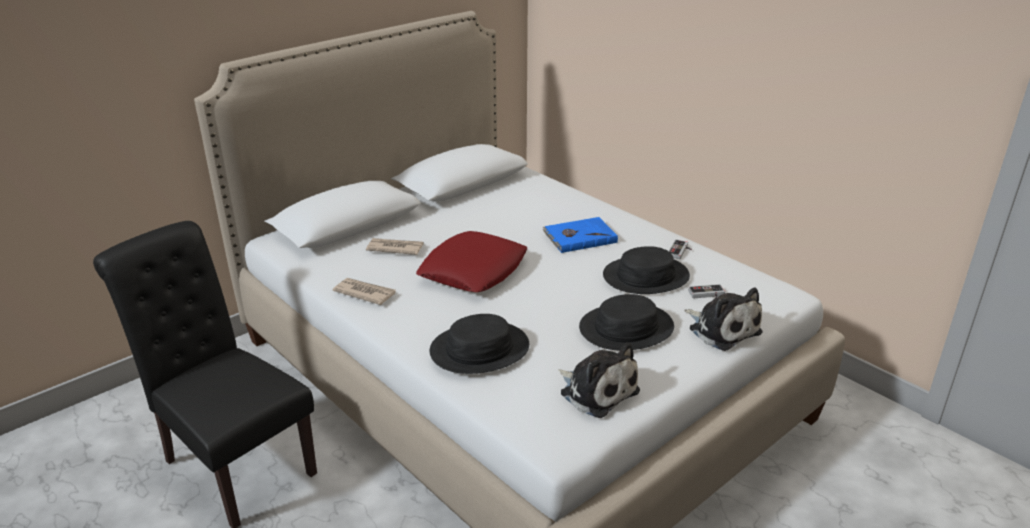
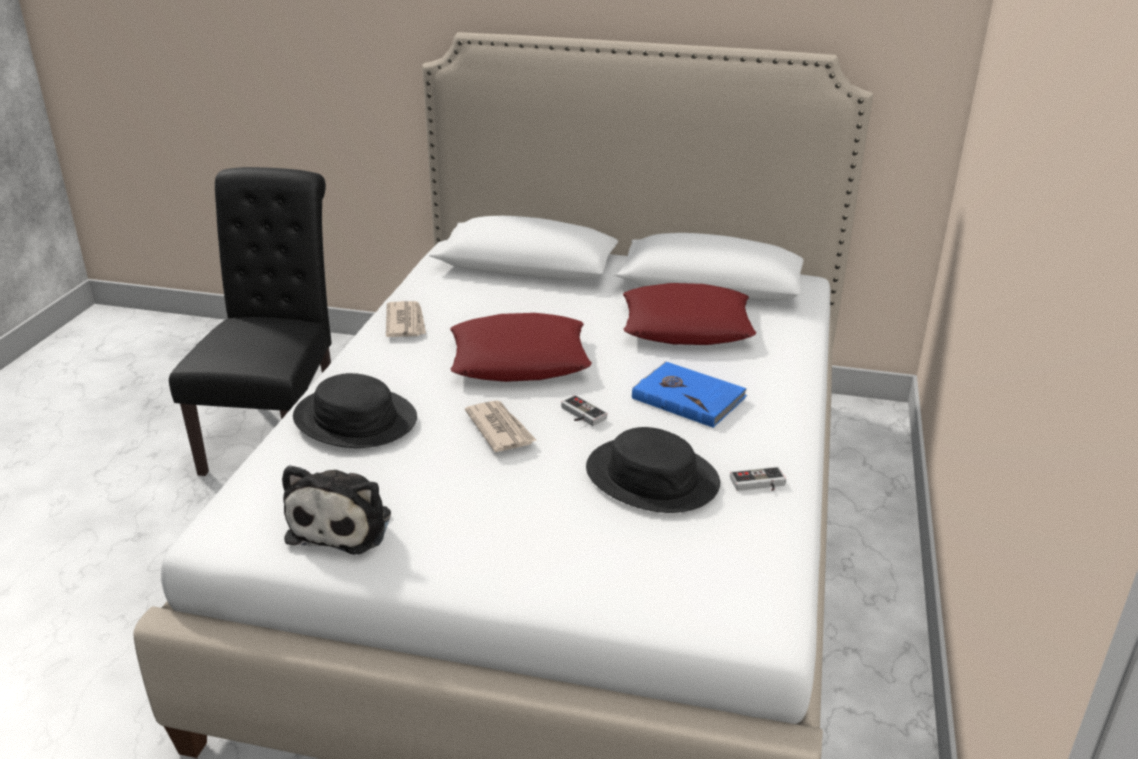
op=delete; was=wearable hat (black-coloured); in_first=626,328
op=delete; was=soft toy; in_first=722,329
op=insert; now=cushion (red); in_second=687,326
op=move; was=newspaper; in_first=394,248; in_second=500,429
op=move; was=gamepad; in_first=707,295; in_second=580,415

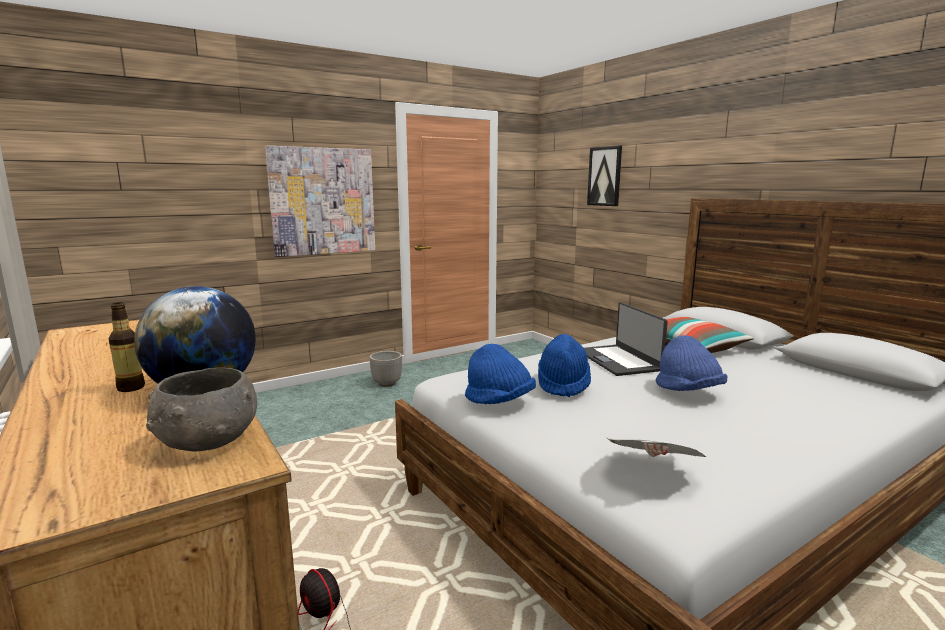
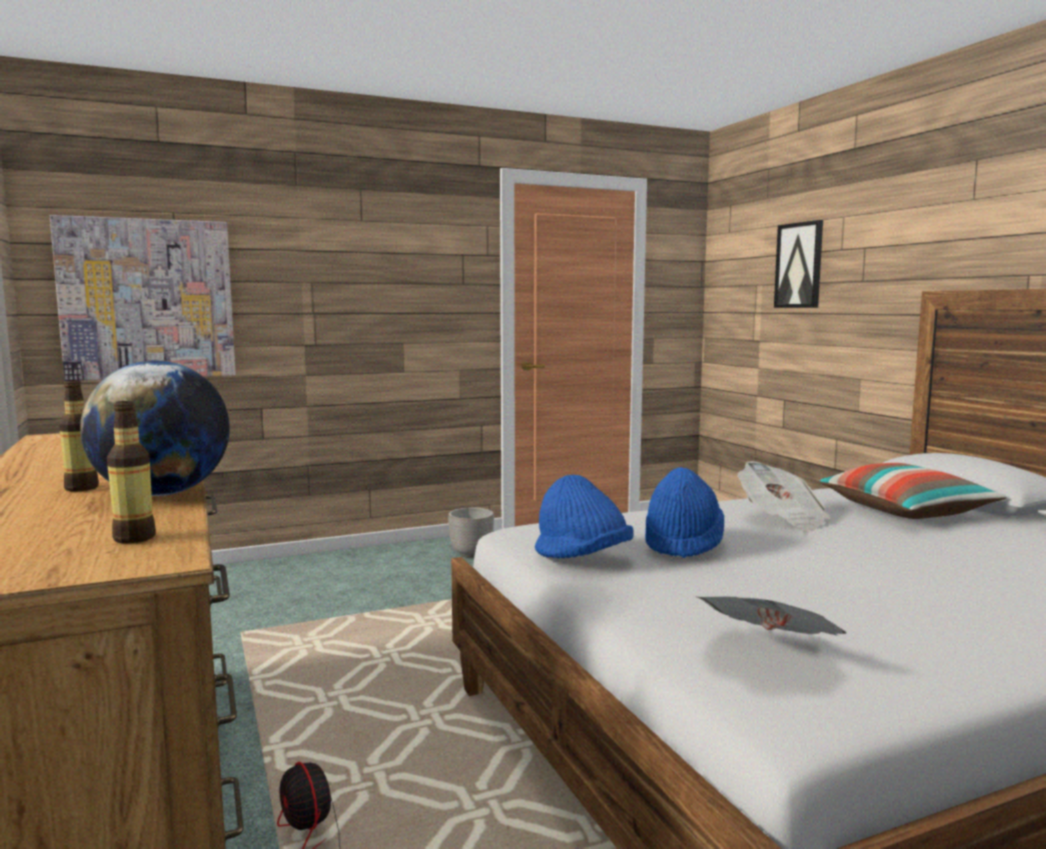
op=delete; was=wearable hat (blue-coloured); in_first=688,391
op=move; was=wall art; in_first=322,201; in_second=148,299
op=replace; was=bowl (grey); now=beverage bottle; in_first=207,441; in_second=134,538
op=replace; was=portable computer; now=newspaper; in_first=618,360; in_second=782,519

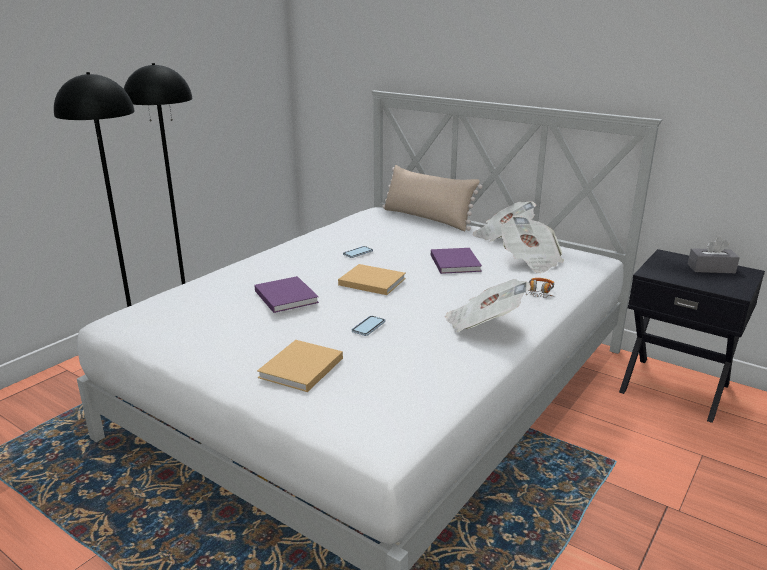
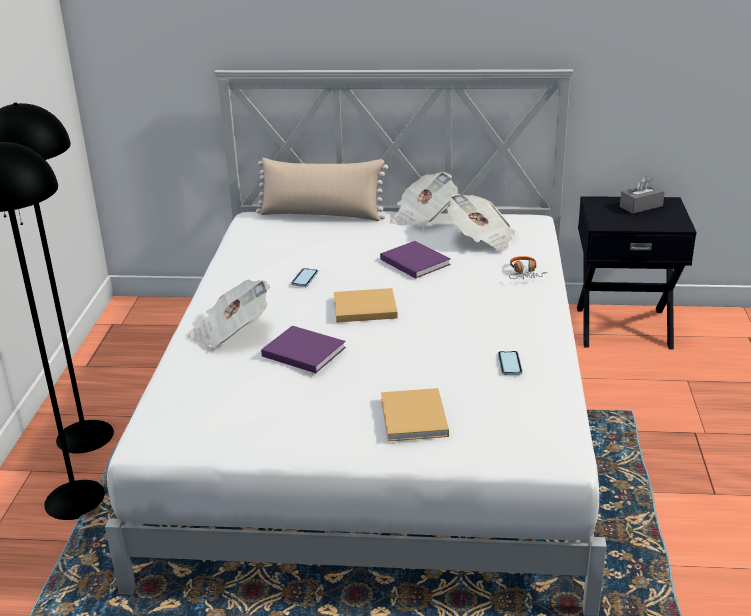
op=move; was=phone; in_first=368,327; in_second=509,364
op=move; was=newspaper; in_first=483,324; in_second=231,333

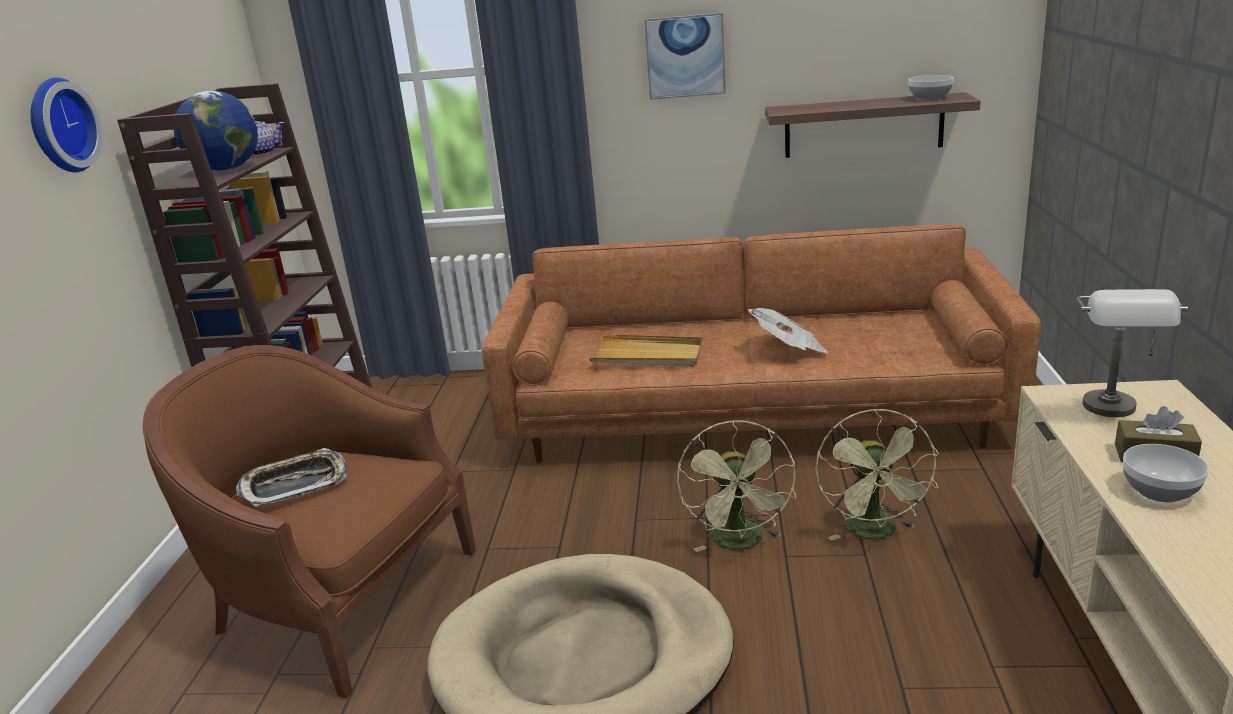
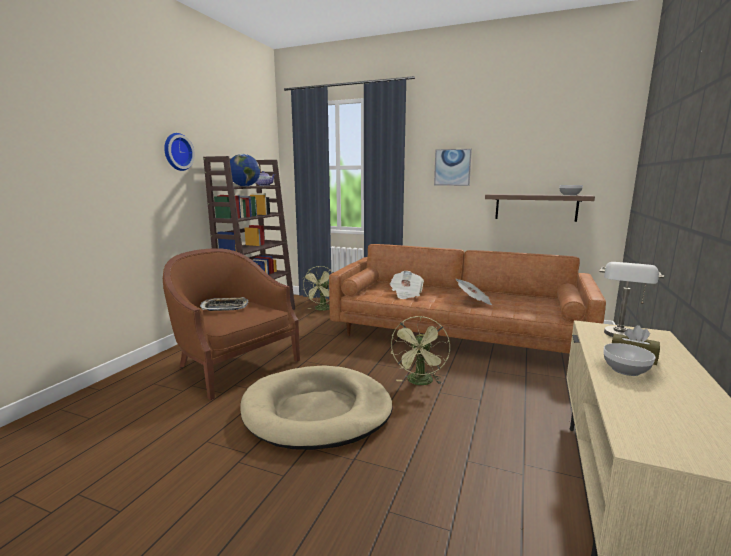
op=move; was=electric fan (greenish); in_first=875,533; in_second=322,309
op=replace; was=tray (beige); now=newspaper; in_first=648,355; in_second=406,294

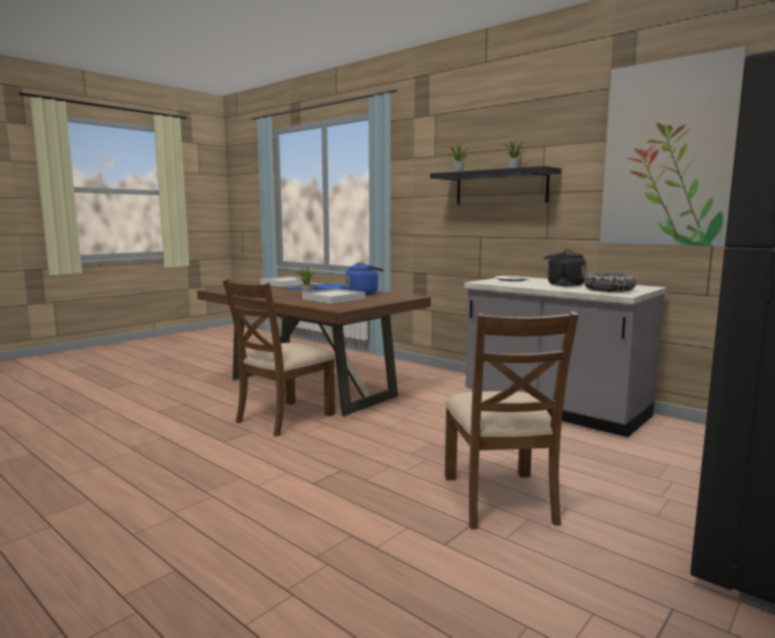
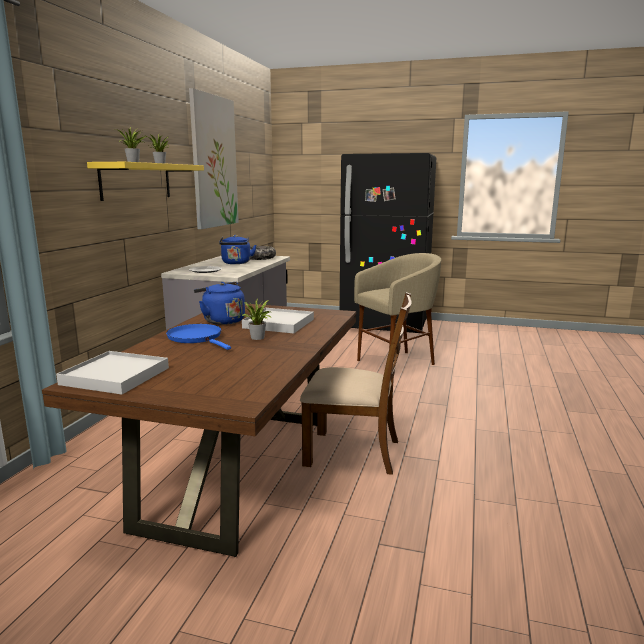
op=replace; was=plain chair (brownish); now=stool (beige); in_first=500,499; in_second=397,363
op=recolor; was=wall shelf (black-coloured); now=wall shelf (yellow); in_first=500,187; in_second=136,181
op=recolor; was=tea kettle (black-coloured); now=tea kettle (blue-coloured); in_first=562,285; in_second=236,263

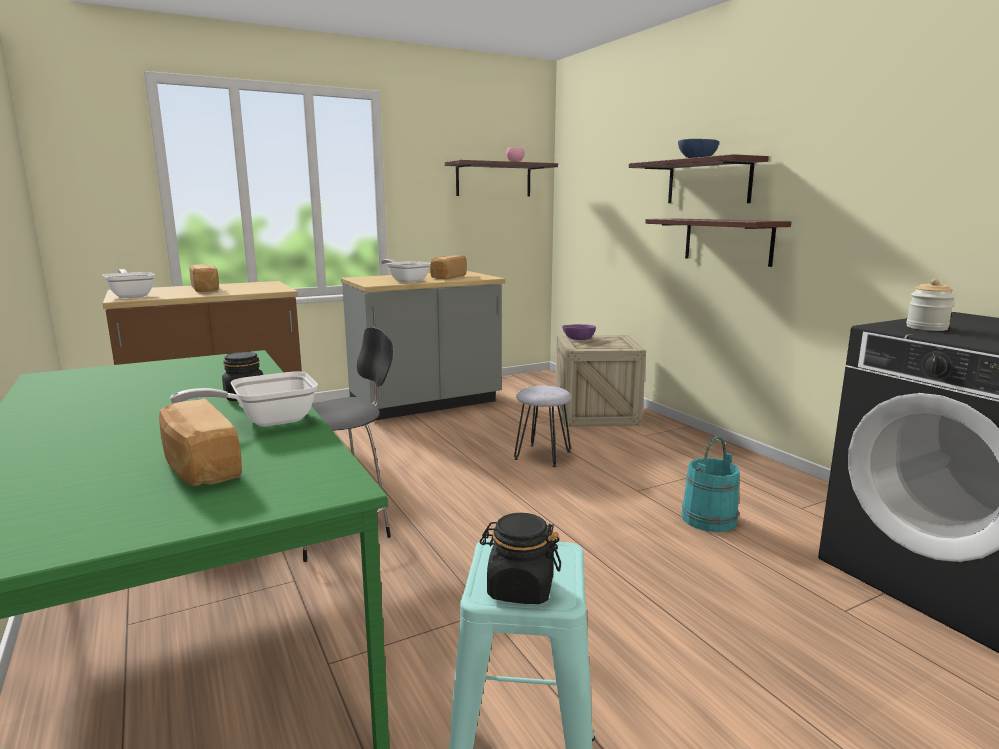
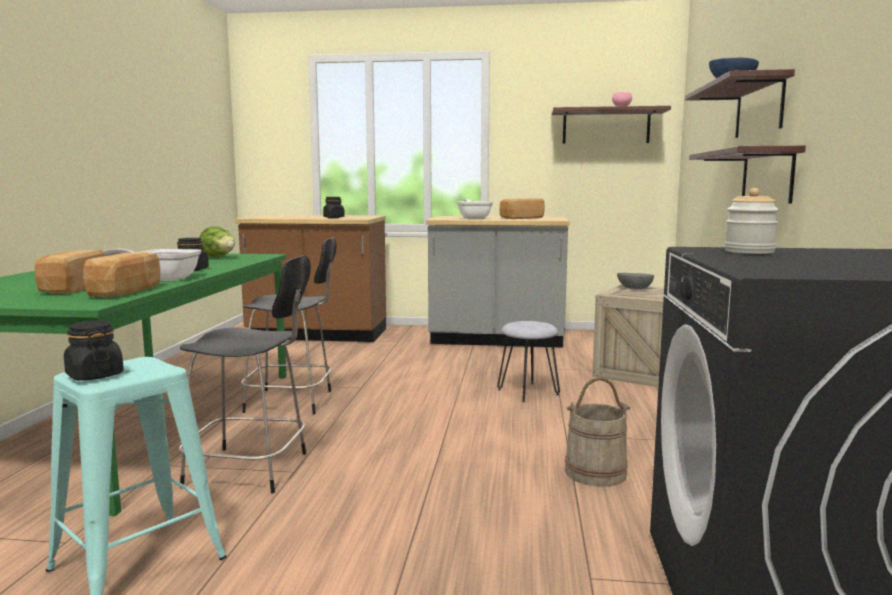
op=delete; was=pan; in_first=131,296
op=insert; now=plain chair (black-coloured); in_second=251,470
op=insert; now=lettuce head; in_second=219,257
op=insert; now=storage jar (black-coloured); in_second=334,218
op=move; was=bread; in_first=206,289; in_second=128,291
op=recolor; was=bowl (purple-coloured); now=bowl (grey); in_first=579,339; in_second=635,288
op=recolor; was=bucket (turquoise-coloured); now=bucket (beige); in_first=709,519; in_second=595,473

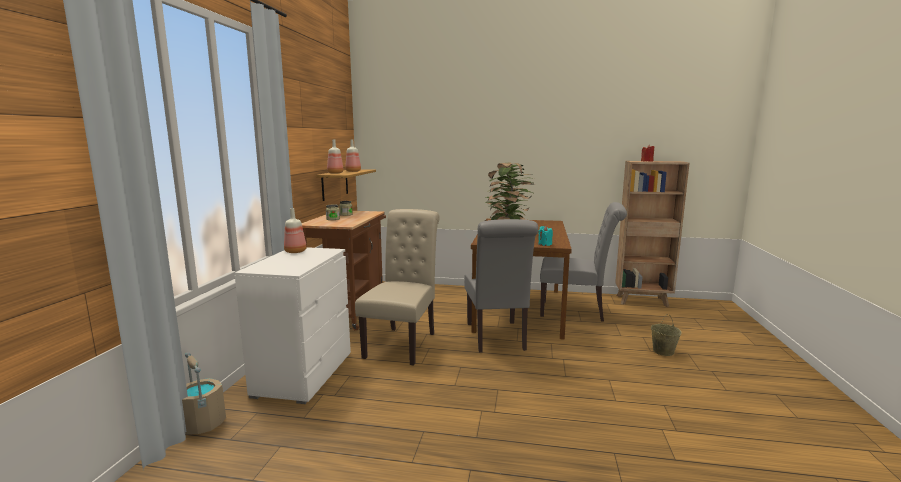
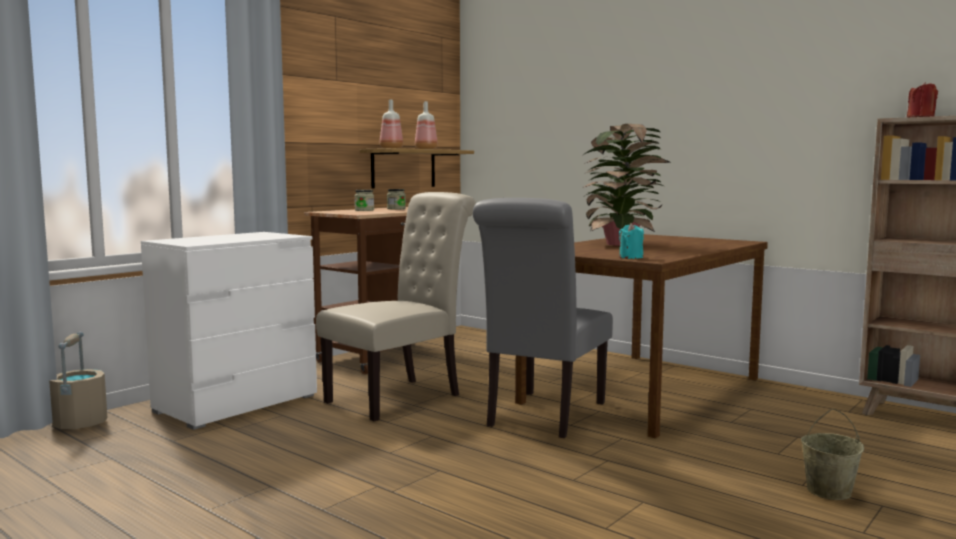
op=delete; was=beverage bottle; in_first=296,251
op=delete; was=plain chair (grey); in_first=576,311

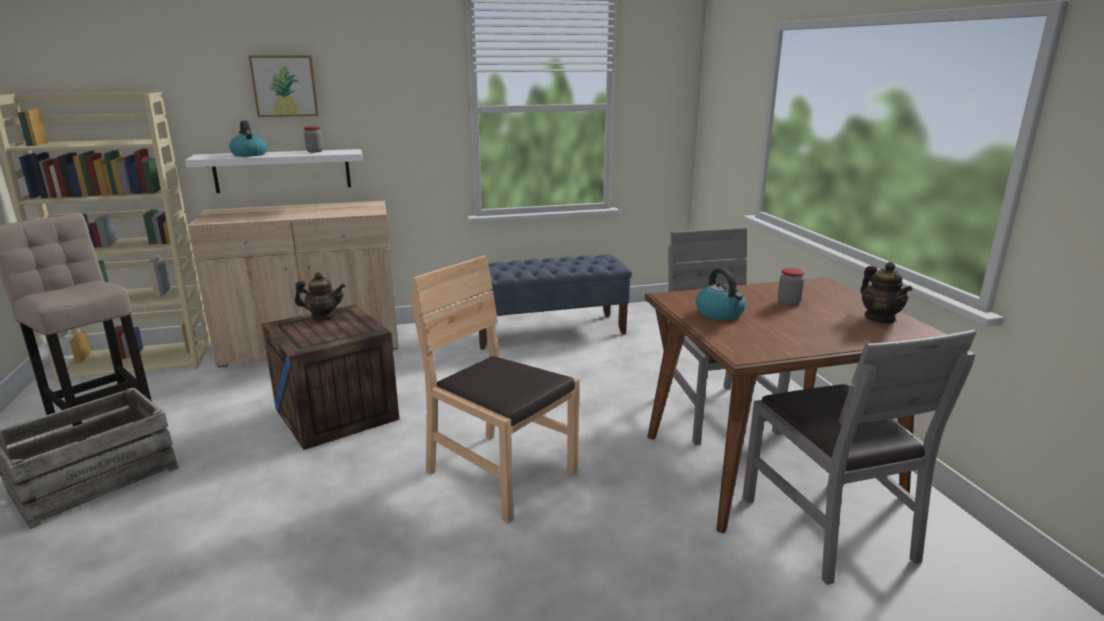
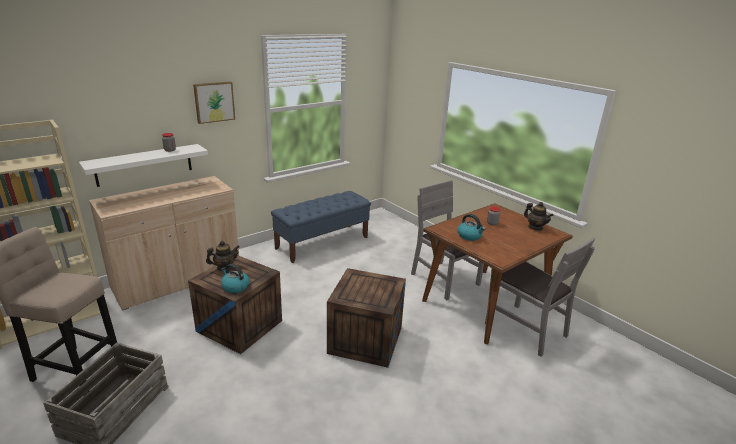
op=move; was=tea kettle; in_first=249,154; in_second=235,287
op=move; was=wall art; in_first=285,86; in_second=214,102
op=replace; was=plain chair (brownish); now=crate; in_first=500,473; in_second=365,340

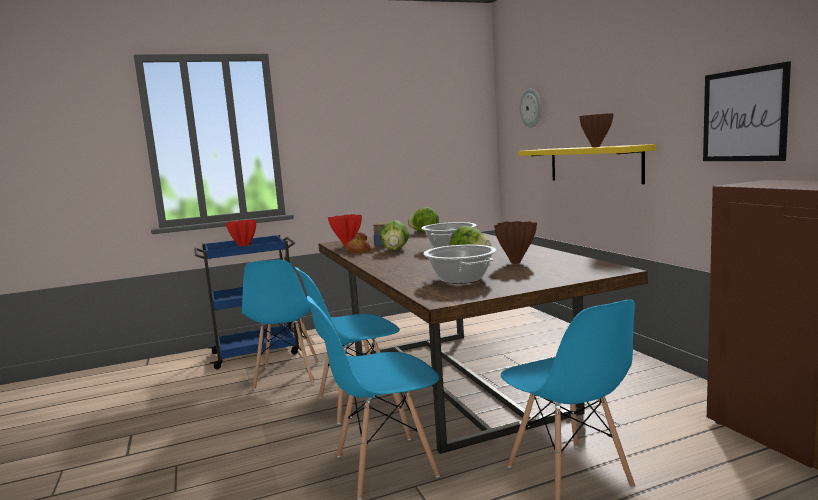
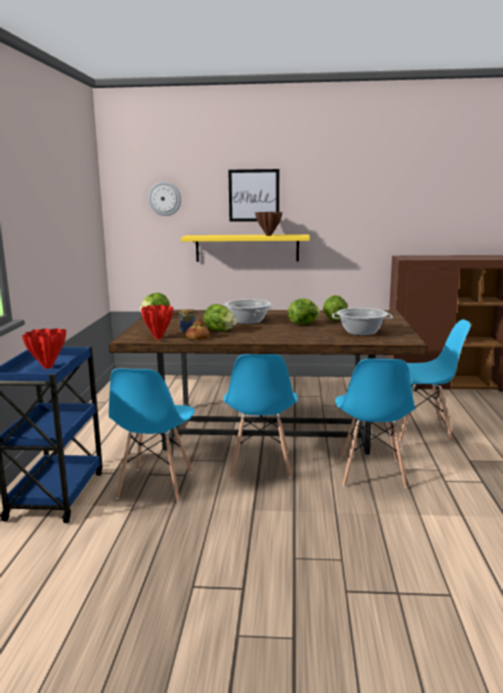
op=move; was=wall art; in_first=744,115; in_second=254,195
op=replace; was=vase (brownish); now=lettuce head; in_first=516,262; in_second=334,319
op=rotate; was=plain chair (blue-coloured); in_first=287,375; in_second=155,485; clockwise=75

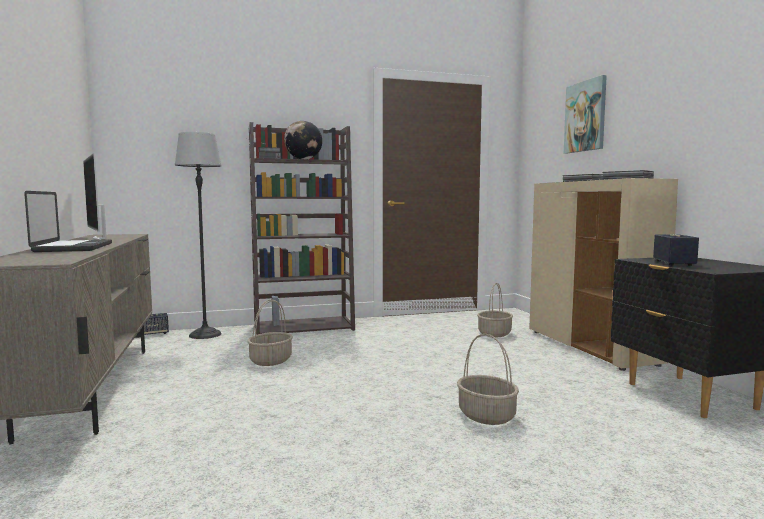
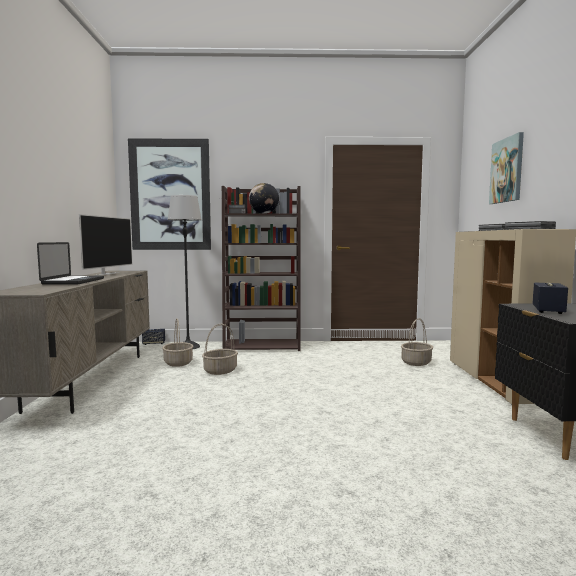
op=insert; now=wall art; in_second=170,195
op=move; was=basket; in_first=485,415; in_second=178,363
op=rotate; was=television; in_first=99,238; in_second=106,274; clockwise=-150

